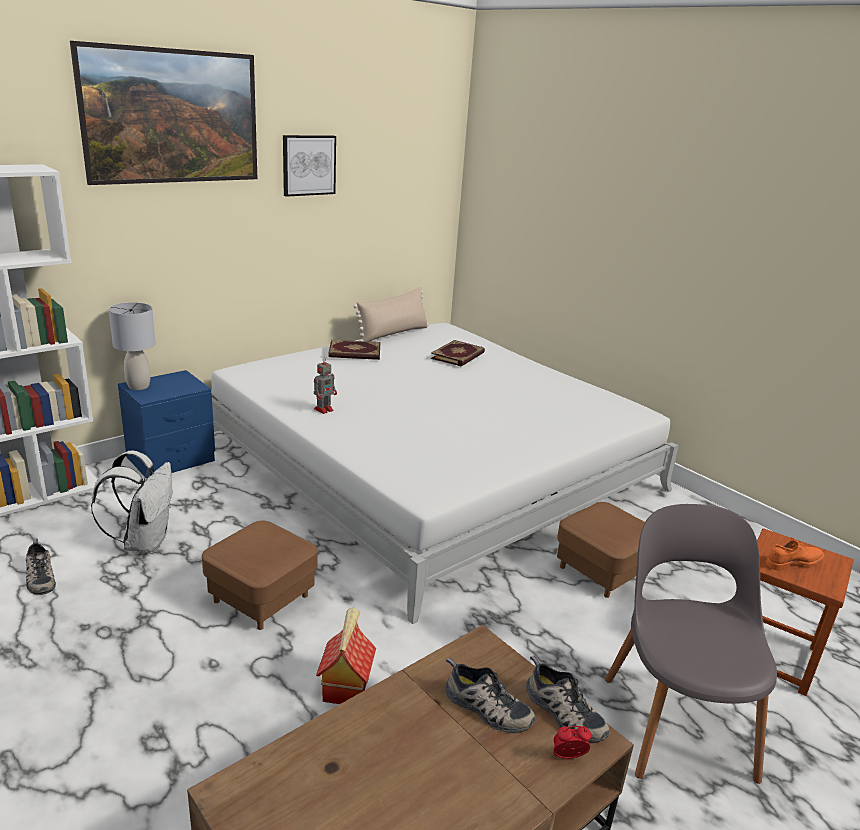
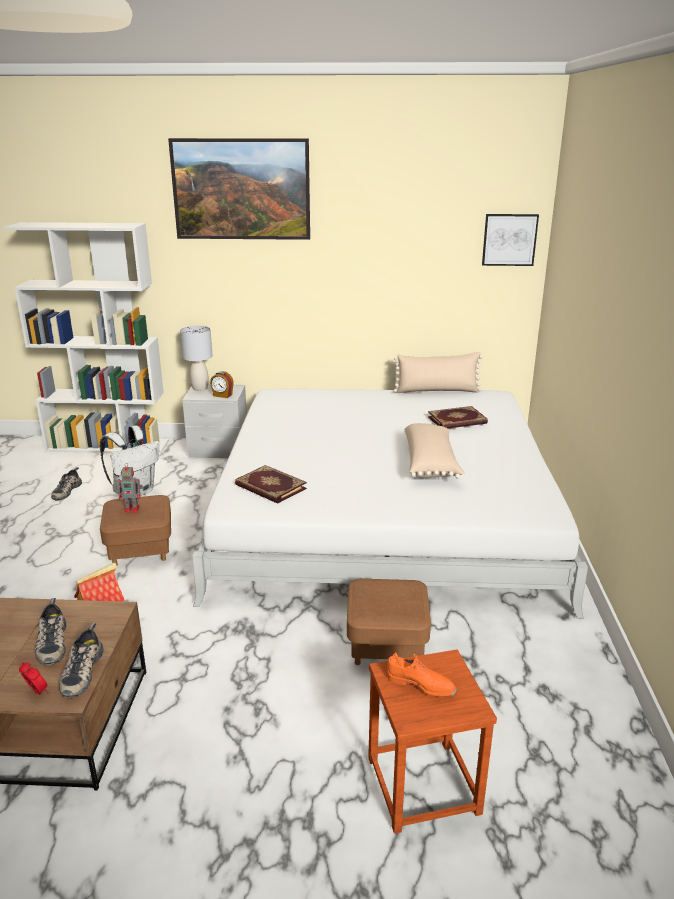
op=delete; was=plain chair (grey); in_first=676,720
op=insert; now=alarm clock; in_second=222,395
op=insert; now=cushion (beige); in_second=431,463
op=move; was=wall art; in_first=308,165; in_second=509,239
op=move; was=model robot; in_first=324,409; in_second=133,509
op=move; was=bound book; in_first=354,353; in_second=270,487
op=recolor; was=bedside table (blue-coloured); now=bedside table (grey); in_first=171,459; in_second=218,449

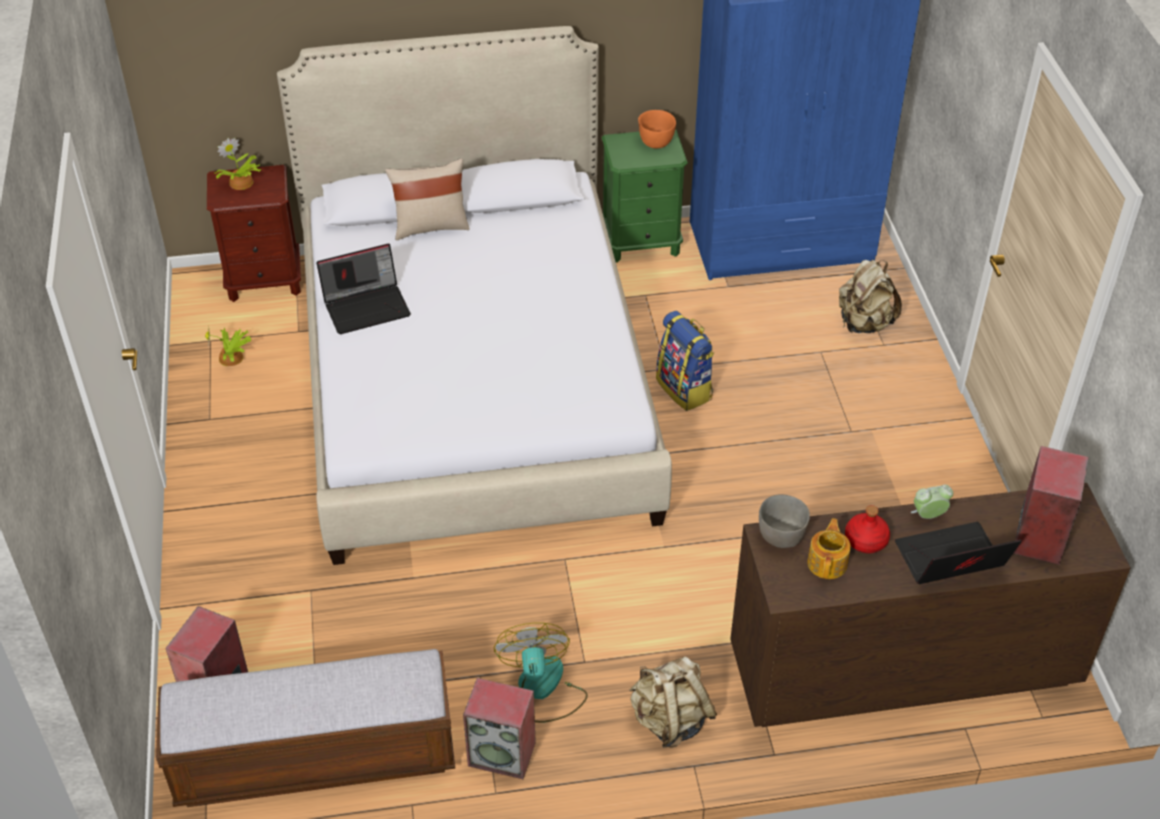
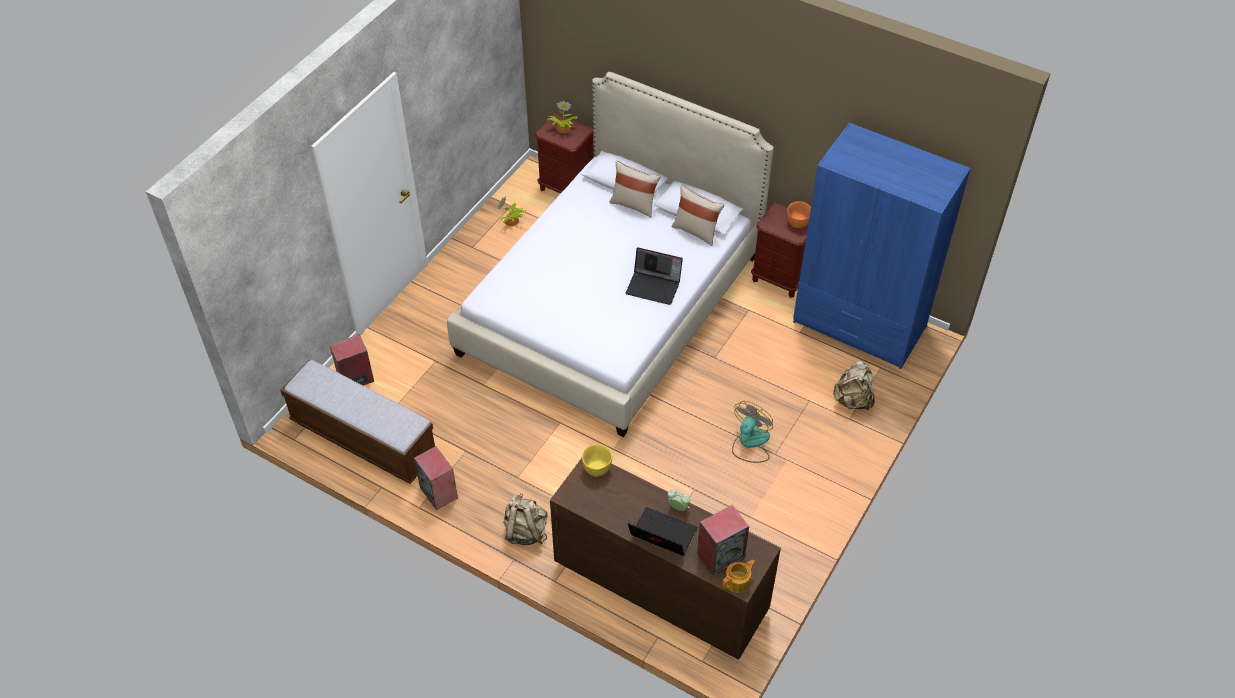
op=delete; was=rucksack; in_first=685,389
op=delete; was=beverage bottle (red); in_first=866,540
op=insert; now=cushion (beige); in_second=696,231
op=move; was=portable computer; in_first=367,306; in_second=654,286
op=move; was=electric fan; in_first=542,689; in_second=750,443
op=move; was=pot for tea; in_first=828,563; in_second=738,582
op=recolor; was=bedside table (greenish); now=bedside table (brownish); in_first=641,243; in_second=779,278
op=recolor; was=bowl (grey); now=bowl (yellow); in_first=781,535; in_second=597,468

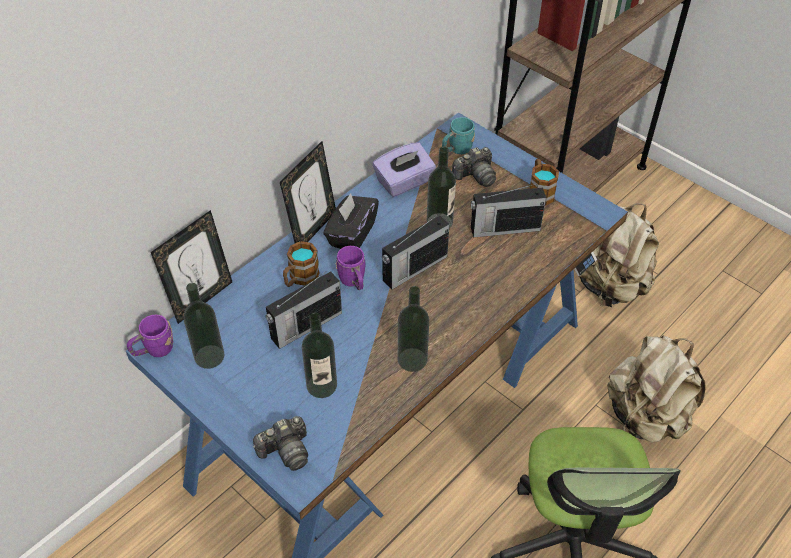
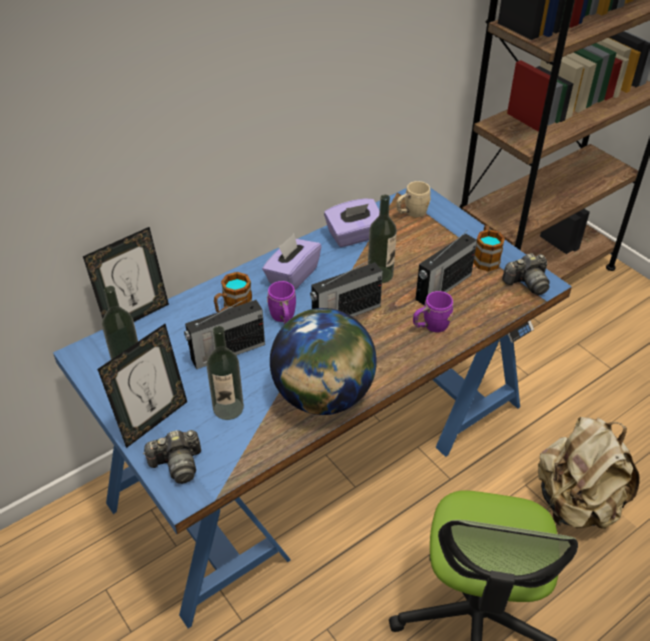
op=delete; was=rucksack (beige); in_first=610,286
op=move; was=mug (purple-coloured); in_first=154,350; in_second=431,326
op=move; was=standing frame; in_first=312,229; in_second=153,420
op=move; was=photo camera; in_first=475,176; in_second=527,283
op=replace; was=beverage bottle; now=world globe; in_first=412,359; in_second=323,396
op=recolor; was=tissue holder (black-coloured); now=tissue holder (purple-coloured); in_first=351,234; in_second=292,276
op=recolor; was=mug (turquoise-coloured); now=mug (beige); in_first=456,150; in_second=411,213
op=rotate; was=radio set; in_first=503,228; in_second=442,287; clockwise=-45

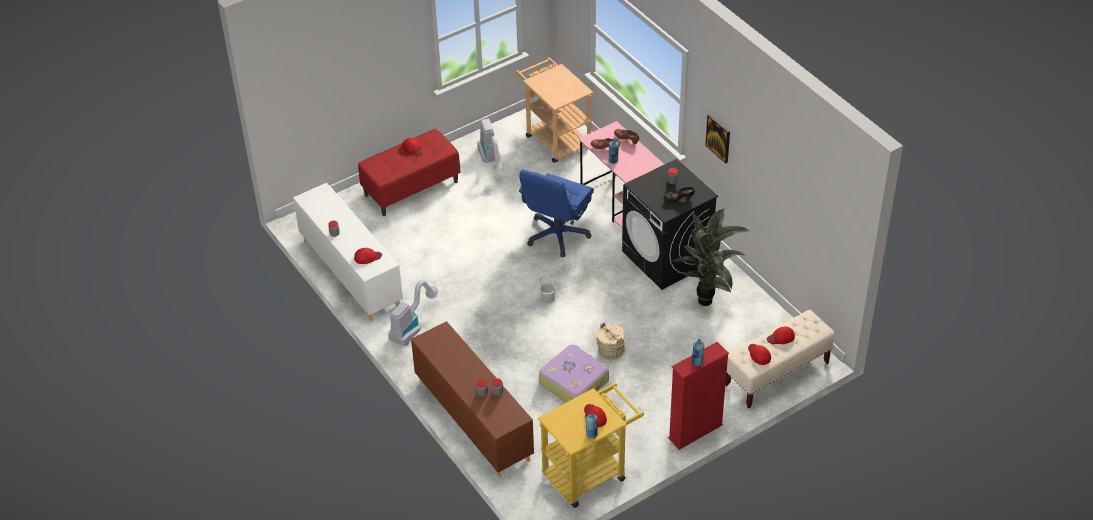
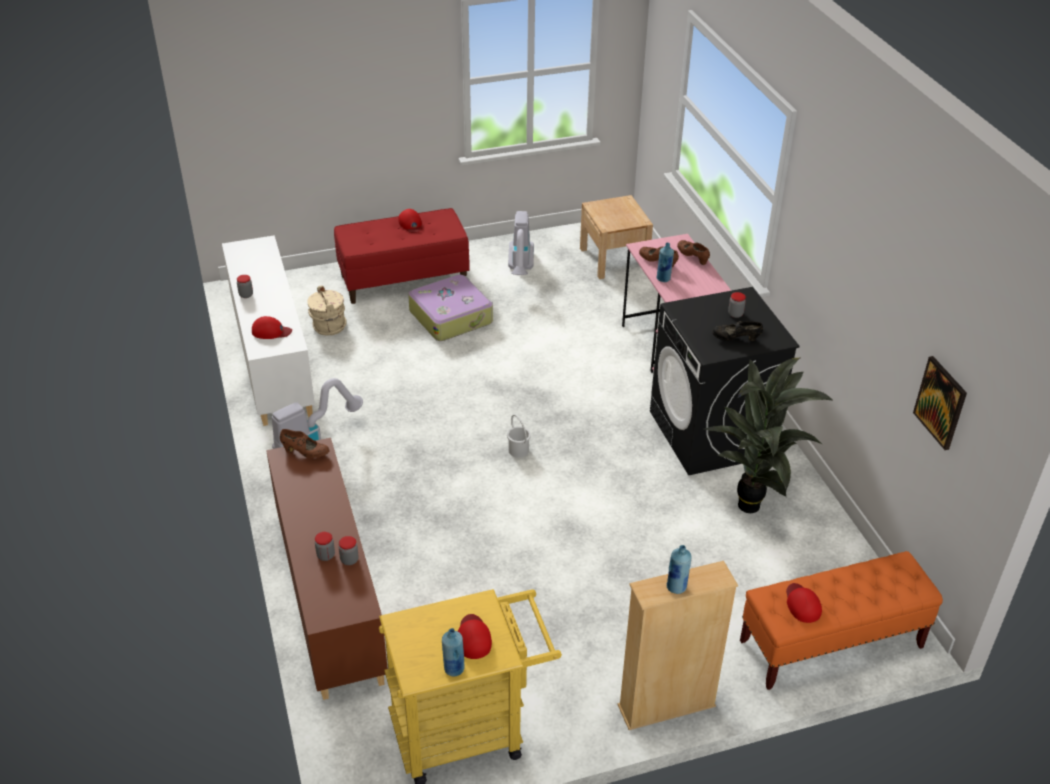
op=delete; was=desk chair (blue-coloured); in_first=557,235
op=delete; was=peaked cap (red); in_first=781,337
op=insert; now=low shoe (brownish); in_second=305,453
op=move; was=piece of luggage; in_first=574,381; in_second=451,316
op=move; was=bucket (beige); in_first=610,351; in_second=328,326
op=move; was=wall art; in_first=718,138; in_second=941,402
op=replace; was=wheeled cart (beige); now=bedside table (beige); in_first=555,138; in_second=613,259
op=recolor; was=bookcase (red); now=bookcase (beige); in_first=695,431; in_second=666,706
op=recolor; was=bench (beige); now=bench (orange); in_first=776,374; in_second=830,644

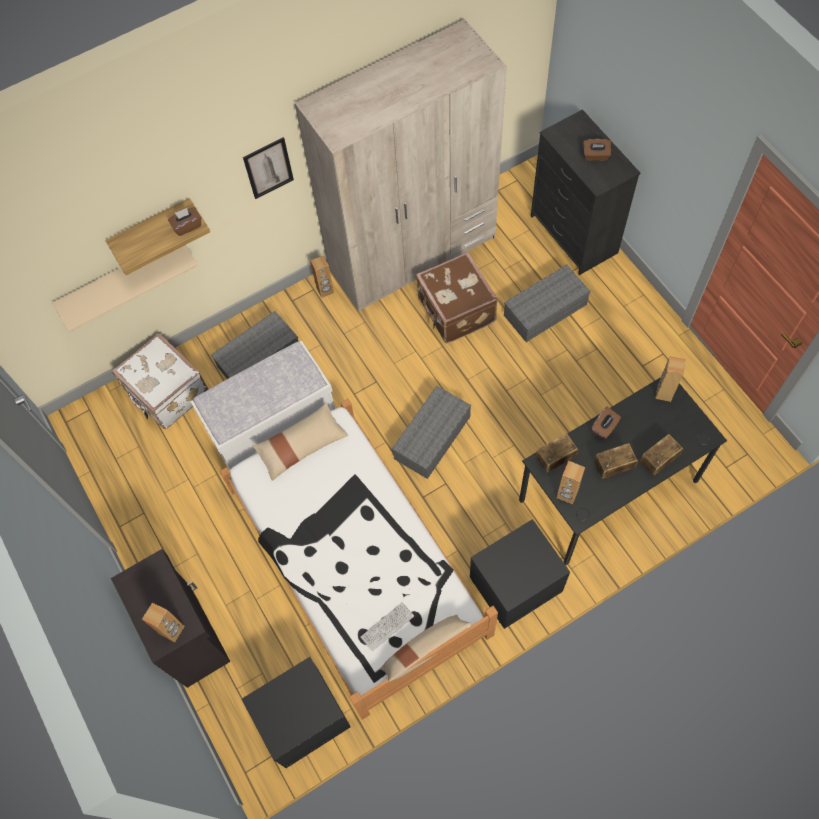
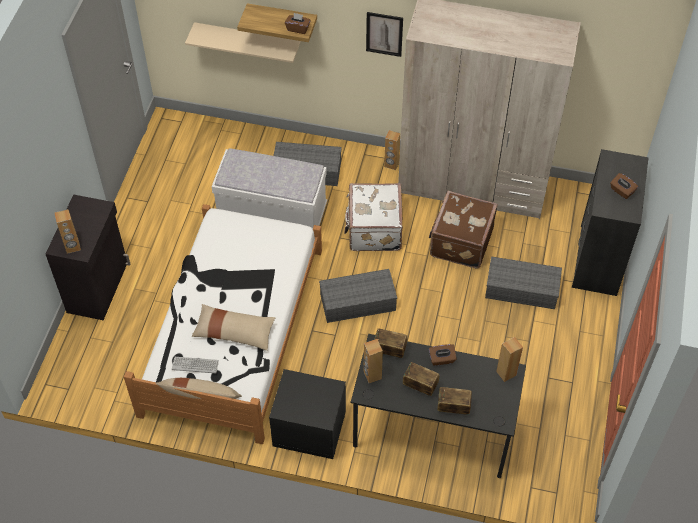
op=delete; was=bedside table (black-coloured); in_first=302,720
op=move; was=piece of luggage (white); in_first=167,393; in_second=373,229
op=move; was=cushion (beige); in_first=301,445; in_second=234,332

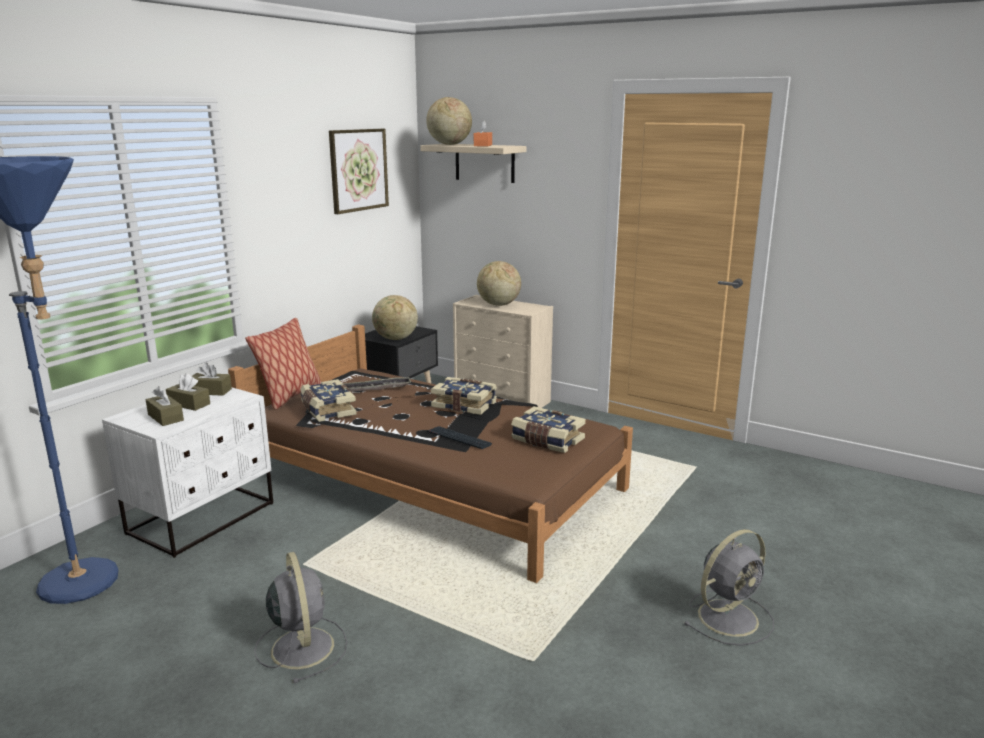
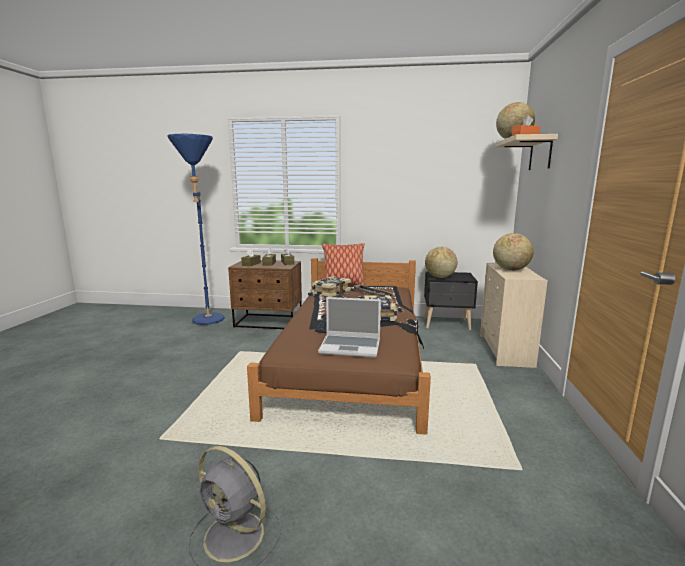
op=delete; was=electric fan (grey); in_first=302,646
op=delete; was=wall art; in_first=358,170
op=replace; was=bound book; now=portable computer; in_first=547,440; in_second=351,347
op=recolor; was=bedside table (white); now=bedside table (brownish); in_first=203,518; in_second=268,322

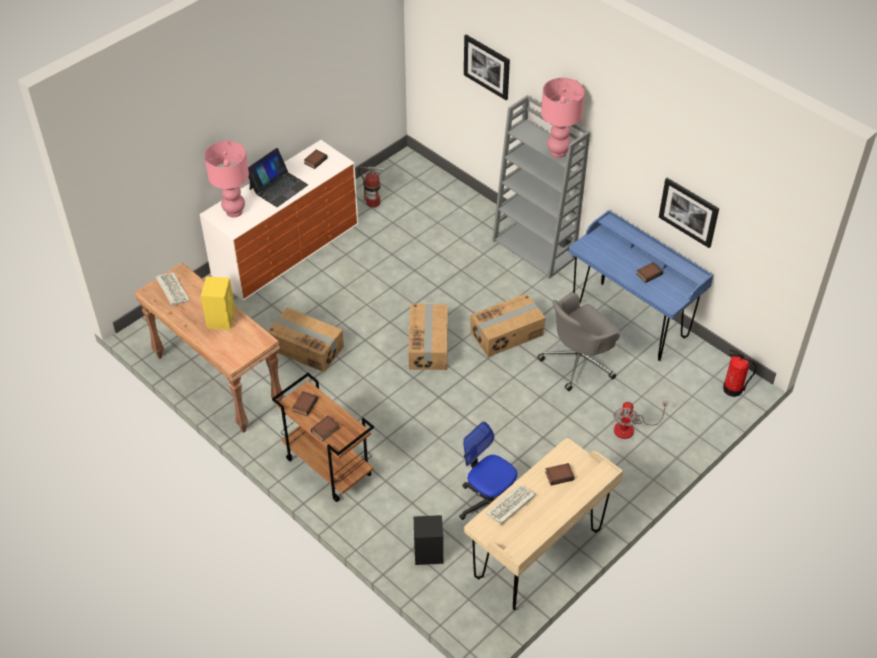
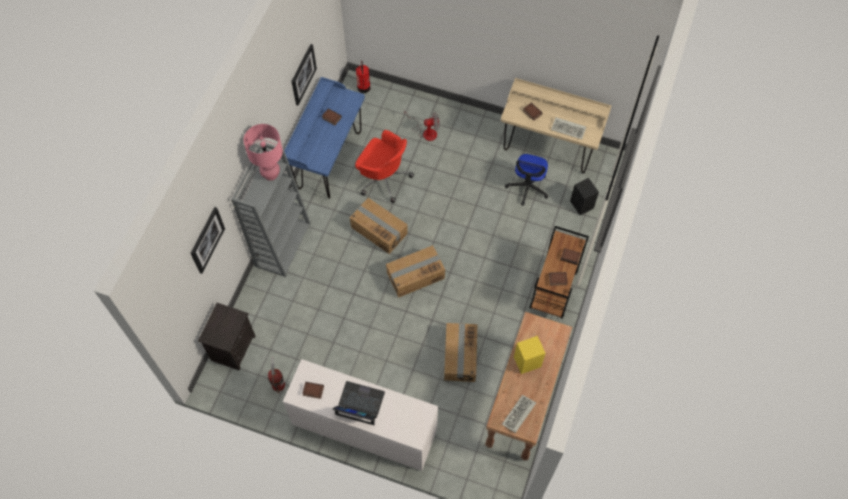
op=delete; was=table lamp (pink); in_first=234,212
op=insert; now=bedside table (black-coloured); in_second=233,347
op=recolor; was=desk chair (grey); now=desk chair (red); in_first=579,361; in_second=383,178

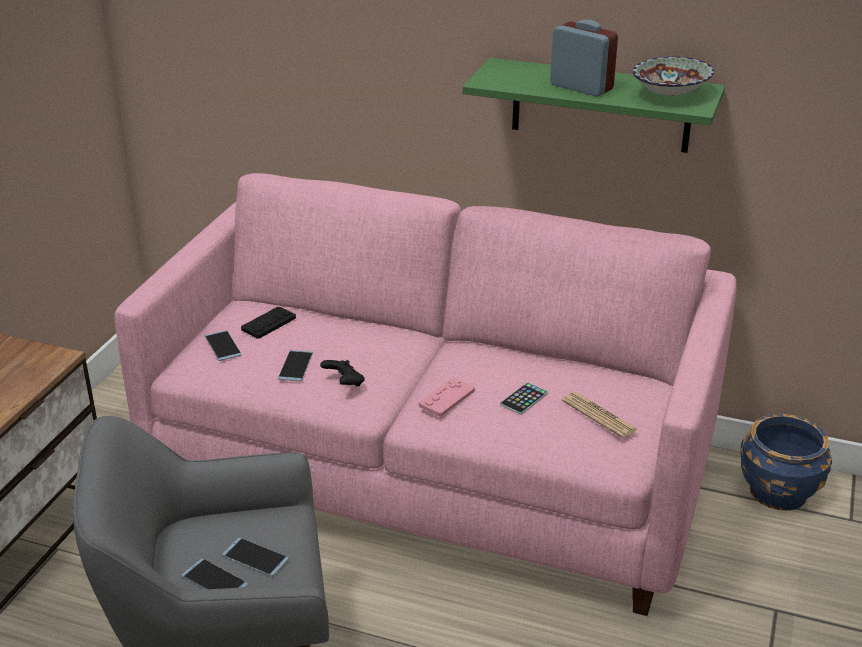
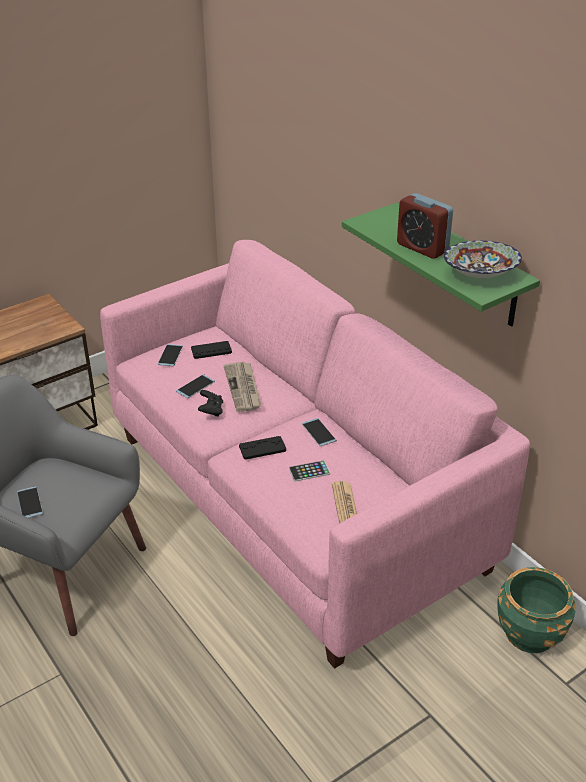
op=insert; now=newspaper; in_second=243,388
op=move; was=phone; in_first=255,557; in_second=318,432
op=recolor; was=gamepad (pink); now=gamepad (black-coloured); in_first=447,398; in_second=262,448
op=recolor; was=planter (blue-coloured); now=planter (greenish); in_first=778,491; in_second=530,633
op=rotate; was=alarm clock; in_first=581,87; in_second=422,248; clockwise=150

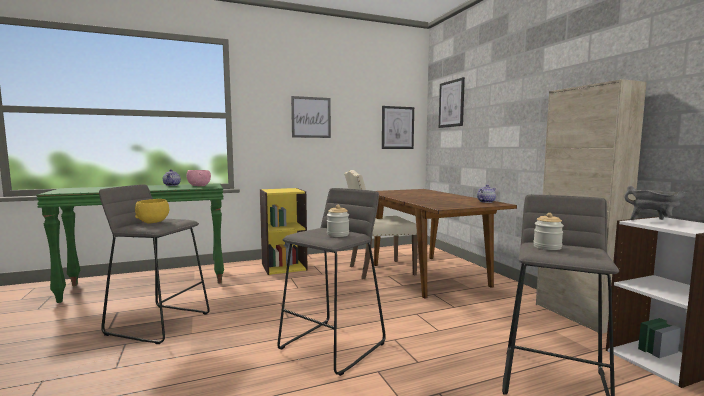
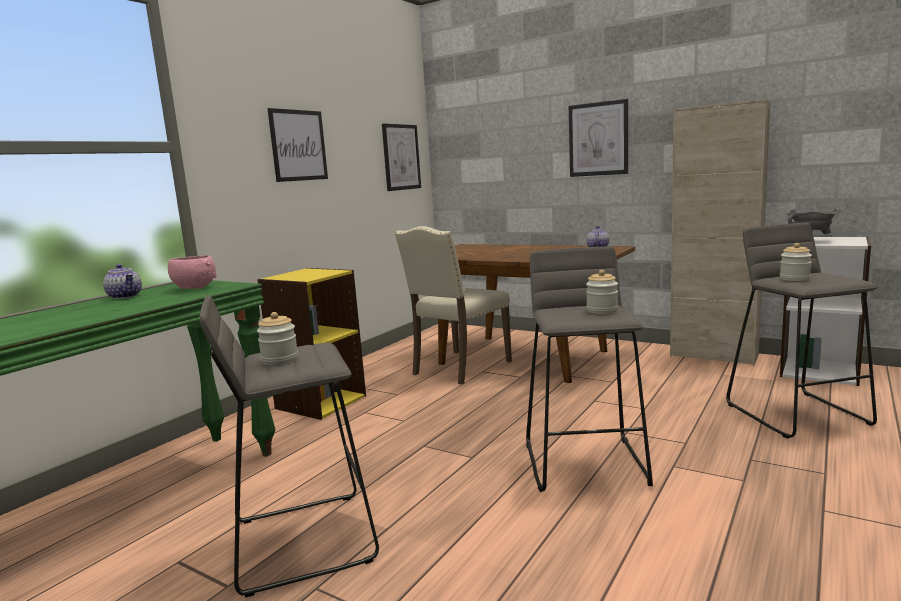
op=move; was=wall art; in_first=451,104; in_second=598,139
op=replace; was=bowl (yellow); now=storage jar; in_first=153,222; in_second=280,360

